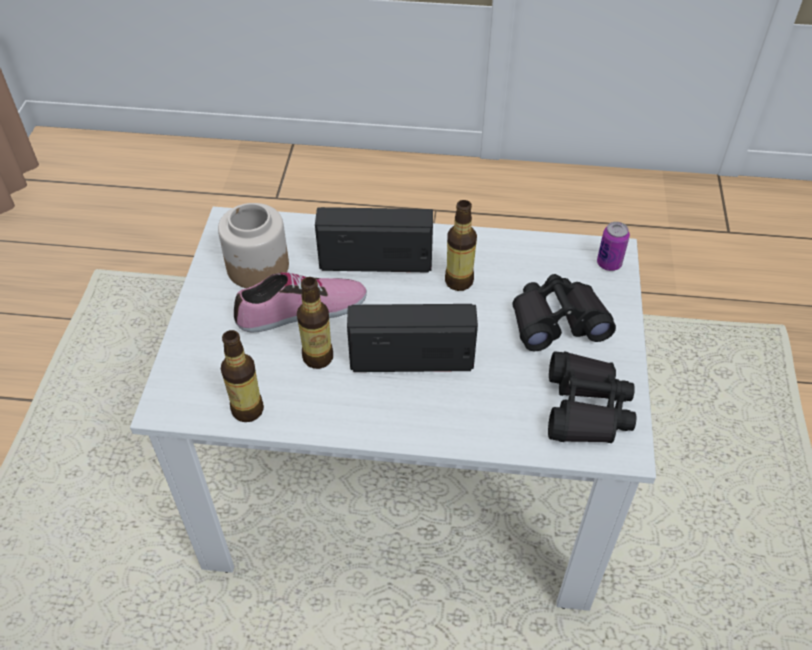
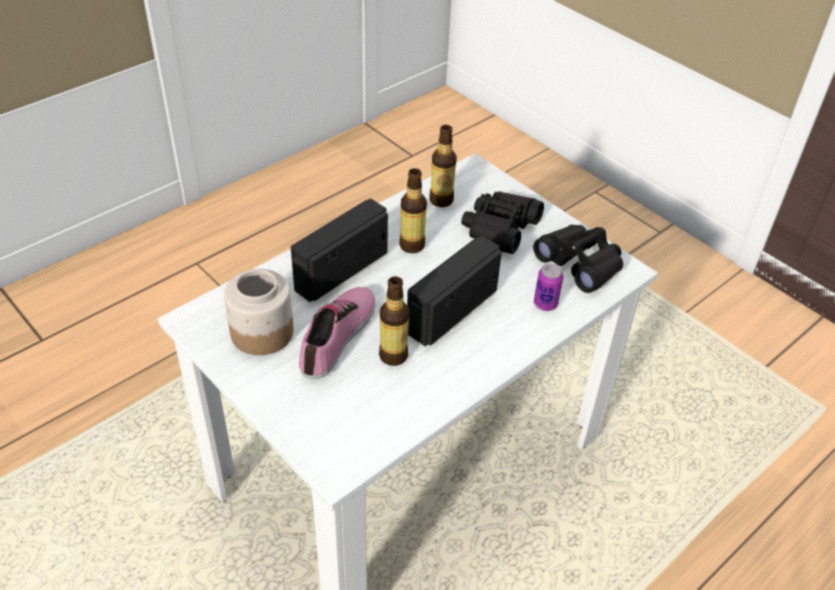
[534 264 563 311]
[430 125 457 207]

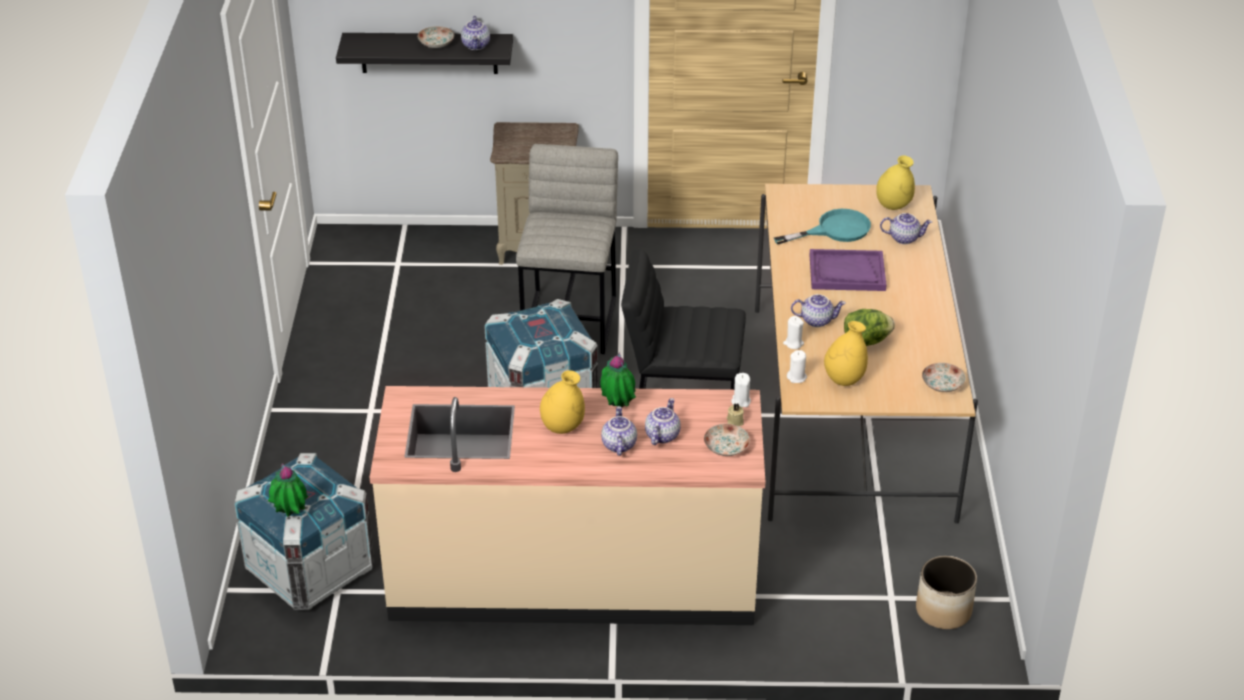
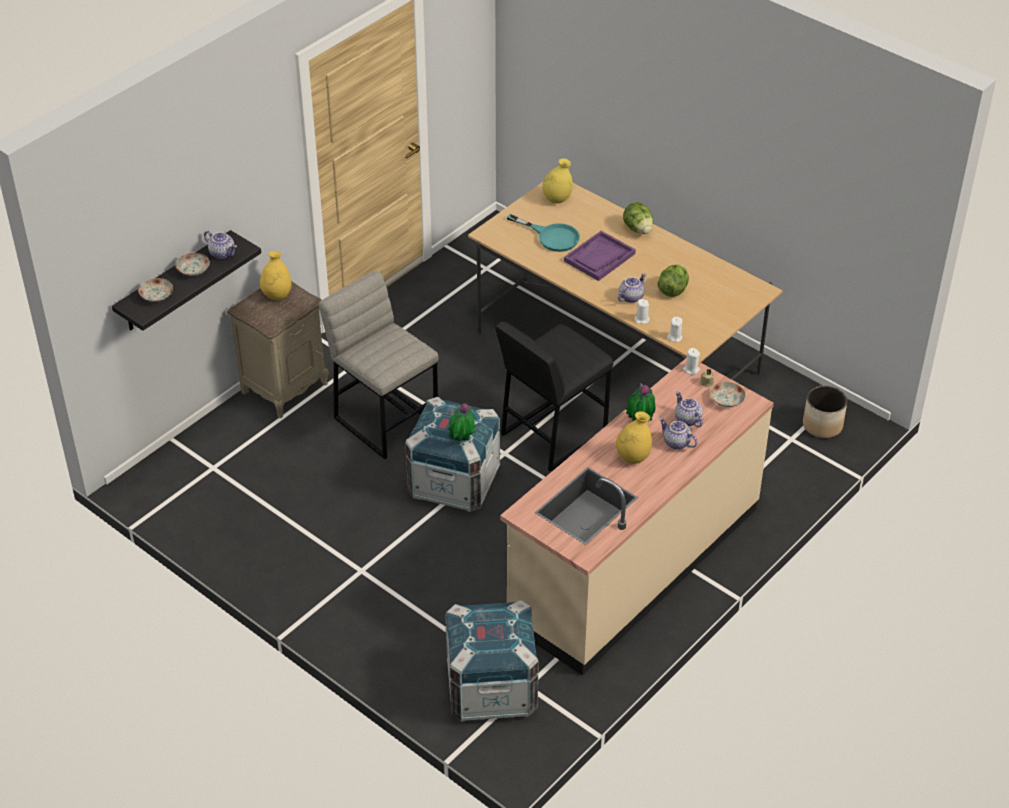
[507 214 580 252]
[880 213 932 244] (first image)
[259 251 292 300]
[138 278 173 302]
[448 403 477 442]
[623 202 653 234]

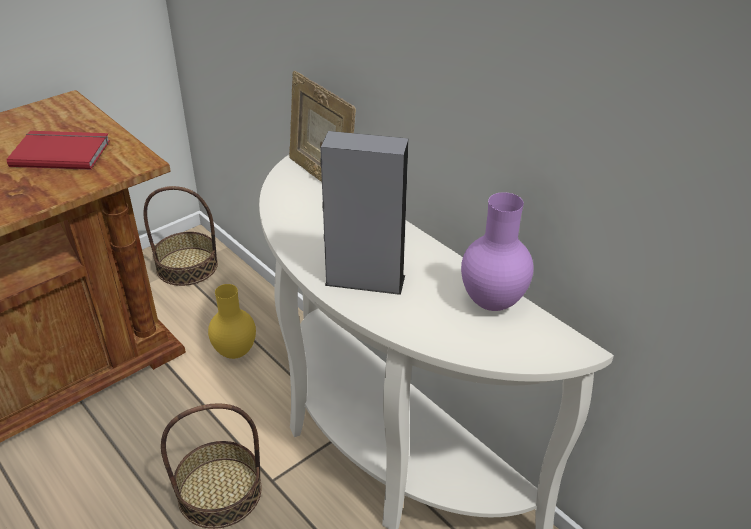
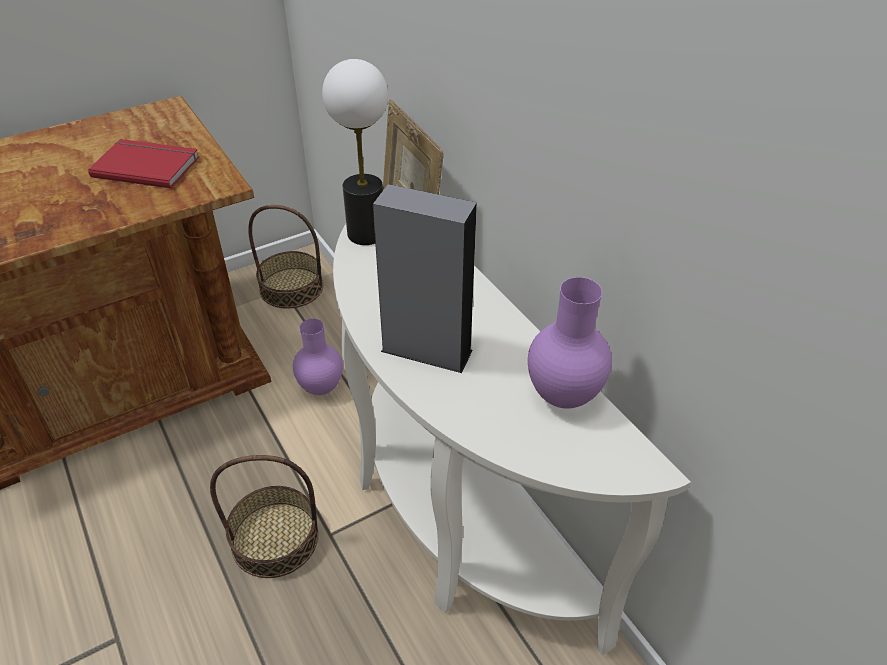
[293 318 343 395]
[322 59 388 245]

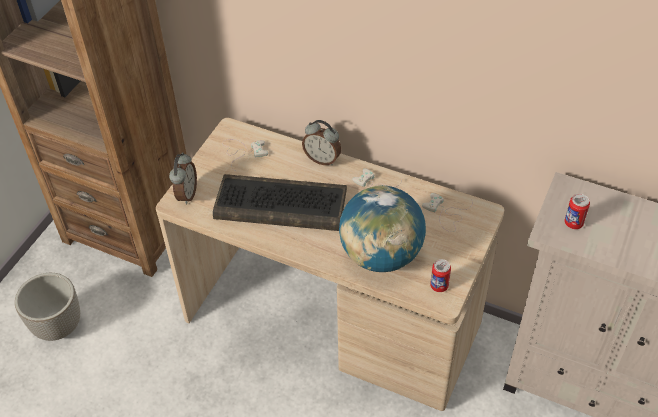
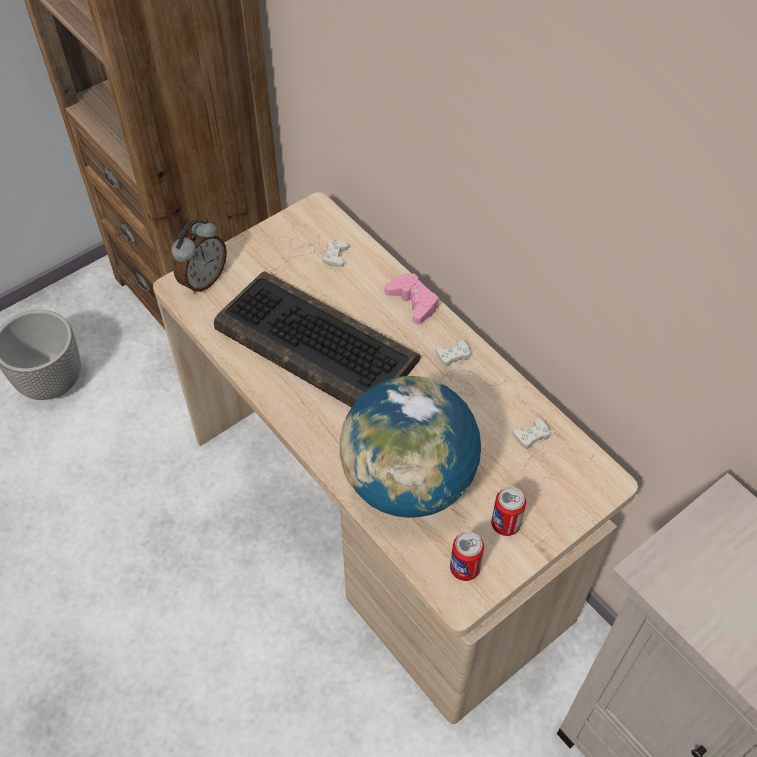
[385 273 439 324]
[491 487 526 536]

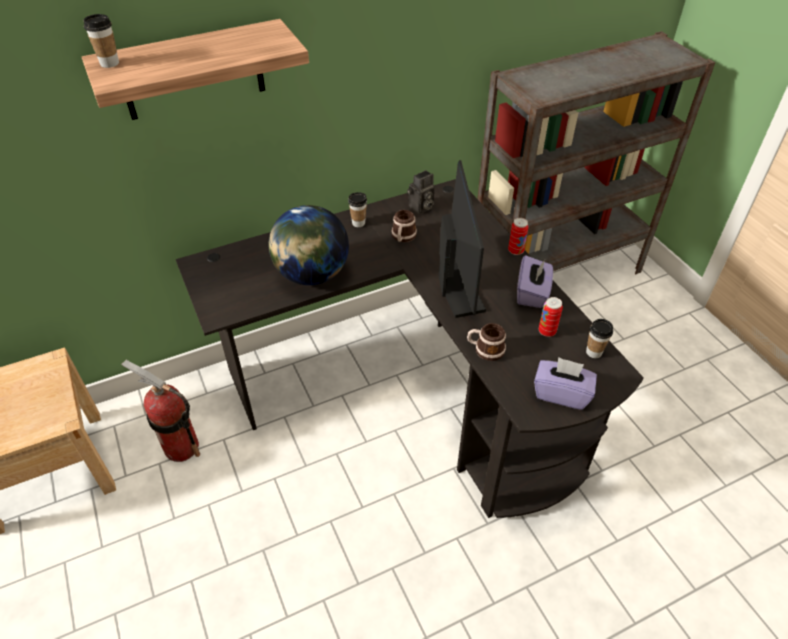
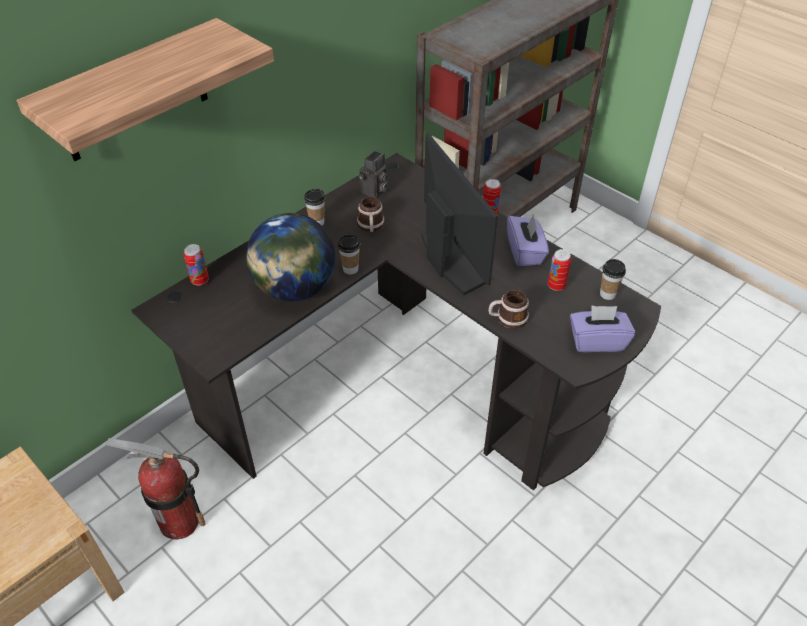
[338 235 360 275]
[184 244 209 285]

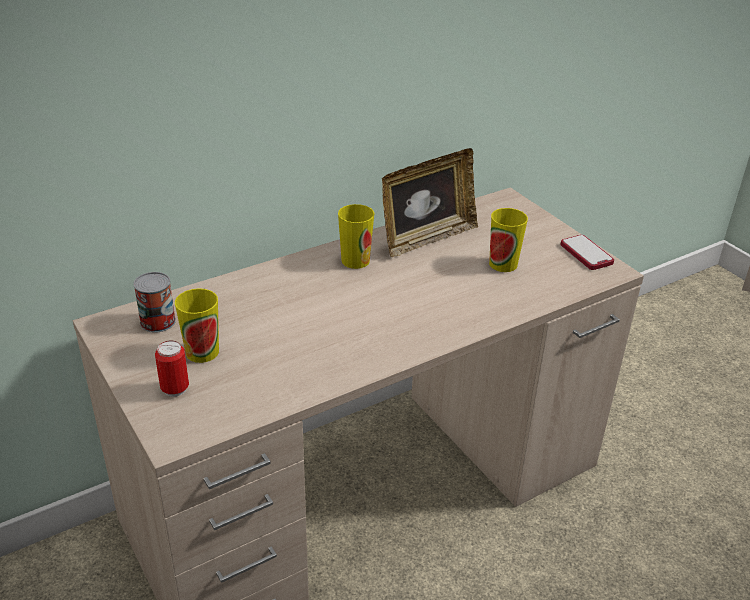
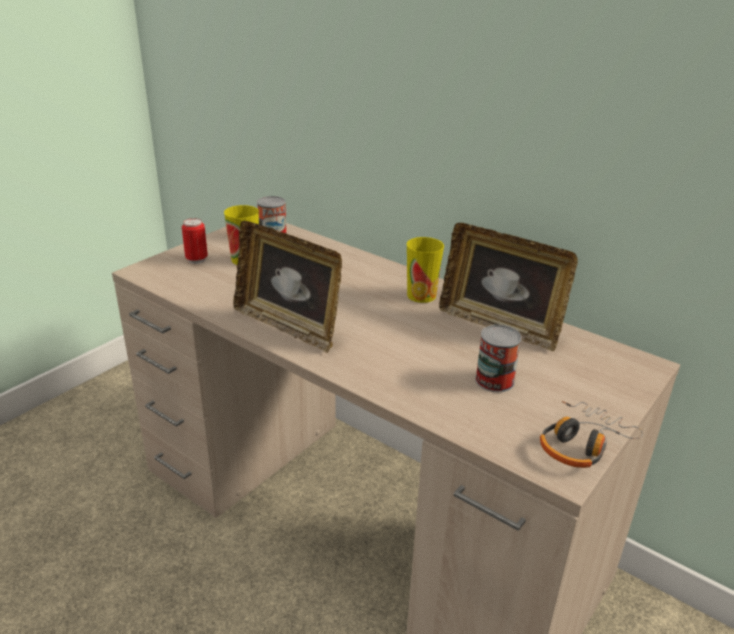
[475 325 522 392]
[540 401 643 468]
[233 221 342 353]

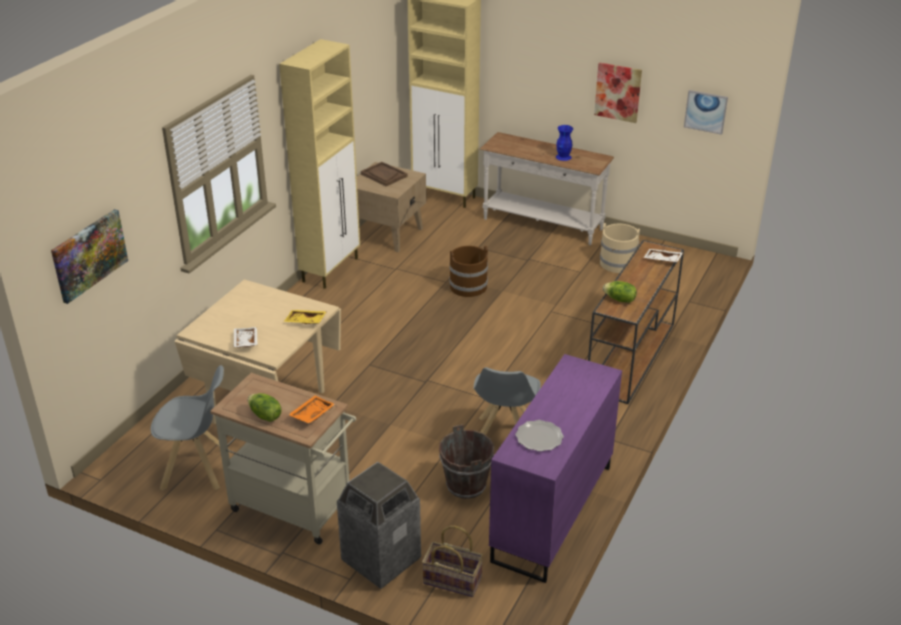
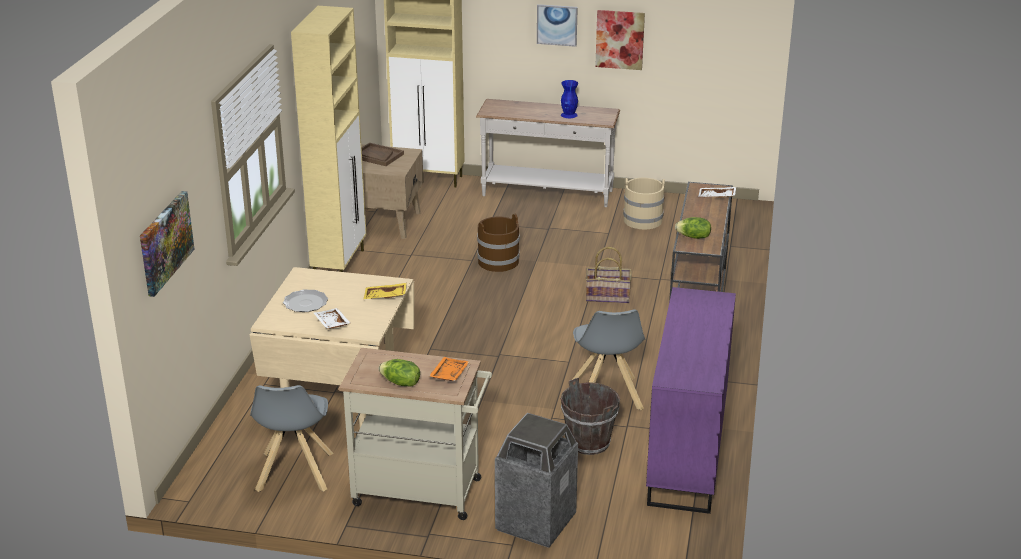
[537 4 578 47]
[250 385 334 492]
[283 289 328 312]
[586 247 631 303]

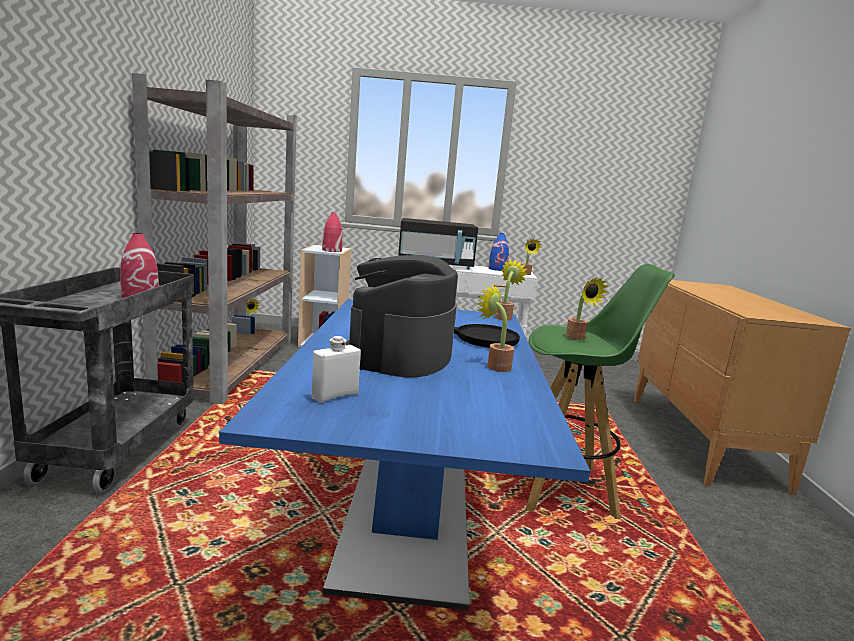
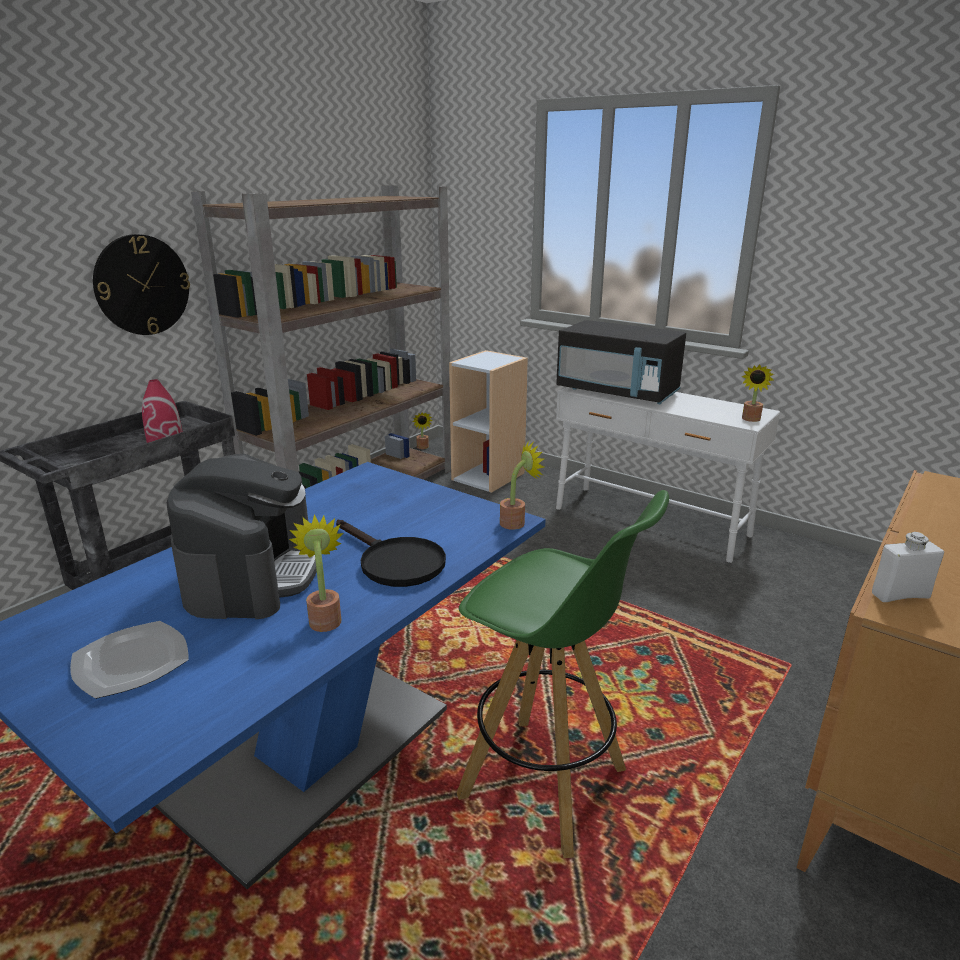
[322 213 343 252] (first image)
[488 233 509 271] (first image)
[167 454 317 619]
[566 277 608 340] (first image)
[872 532 944 602]
[93 234 190 335]
[70 621 189 699]

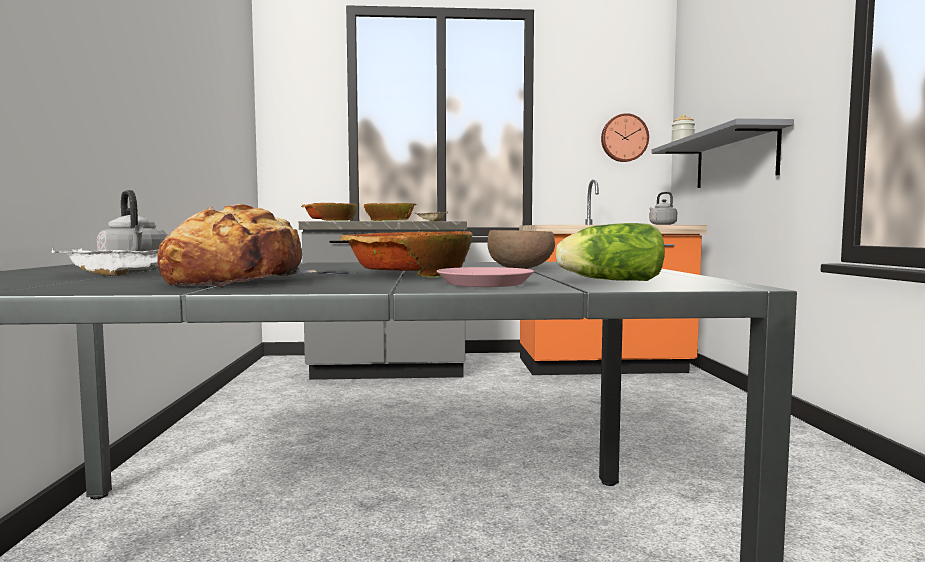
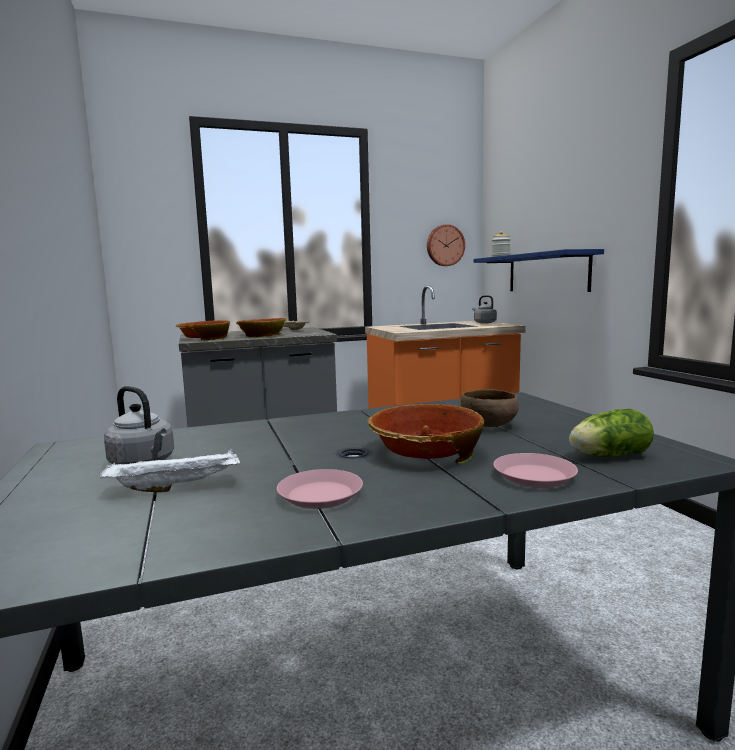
[474 249 604 292]
[277 469 363 509]

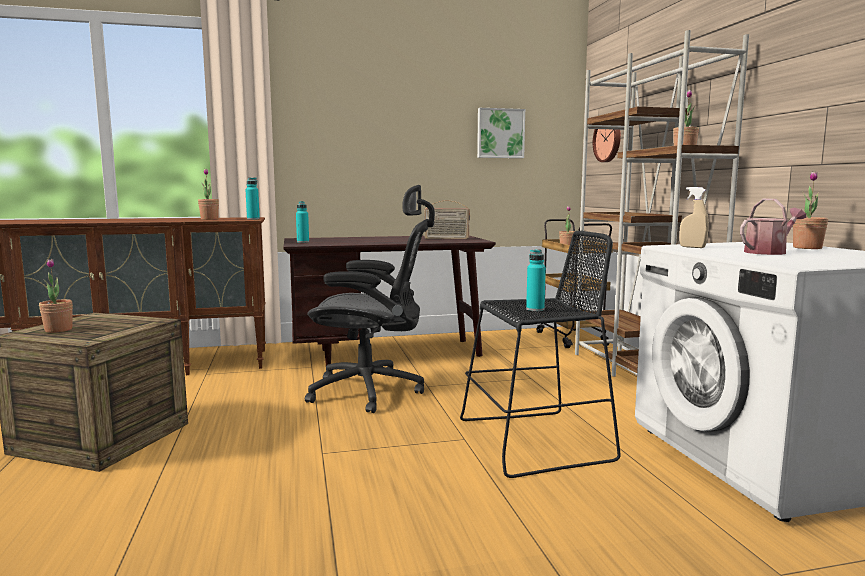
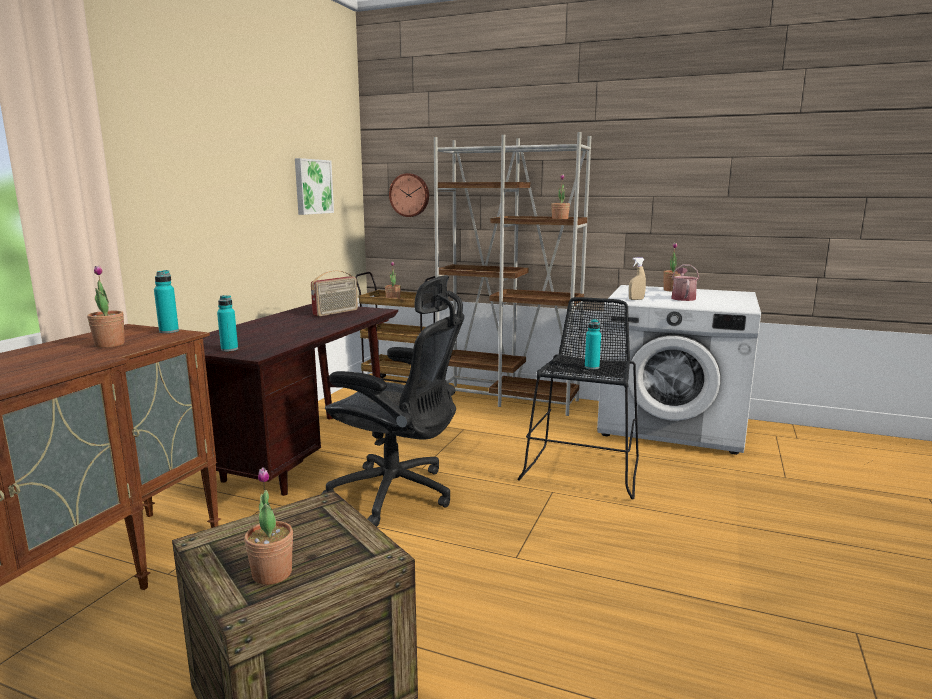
[322 275 464 527]

